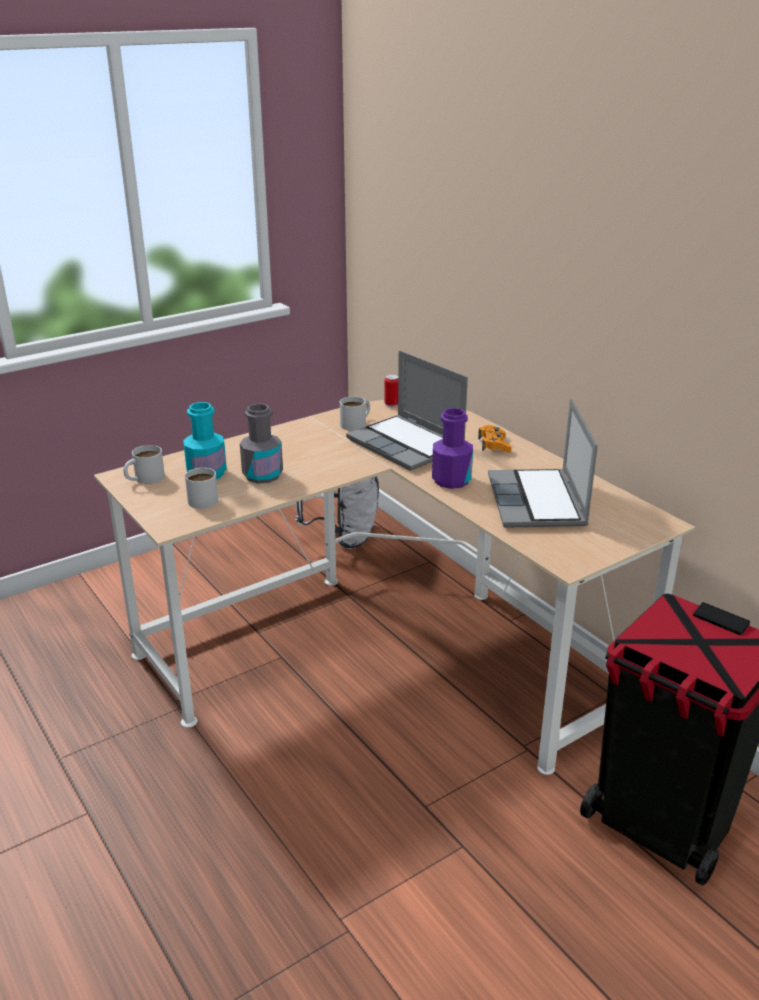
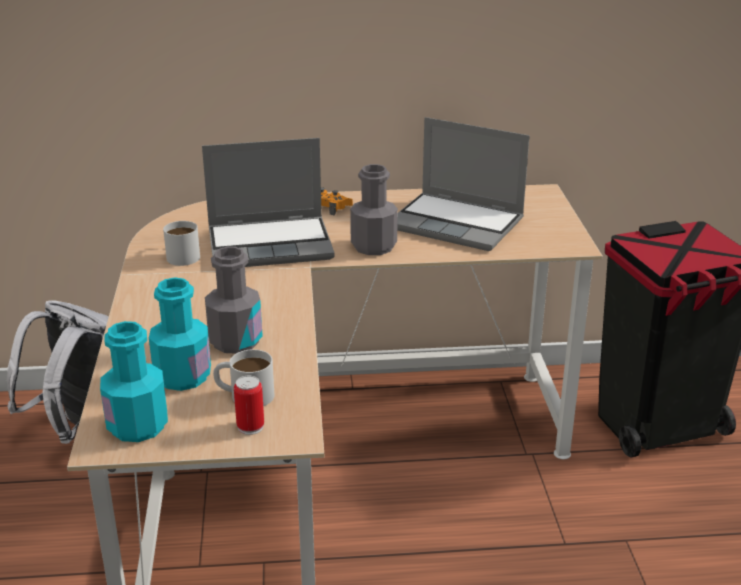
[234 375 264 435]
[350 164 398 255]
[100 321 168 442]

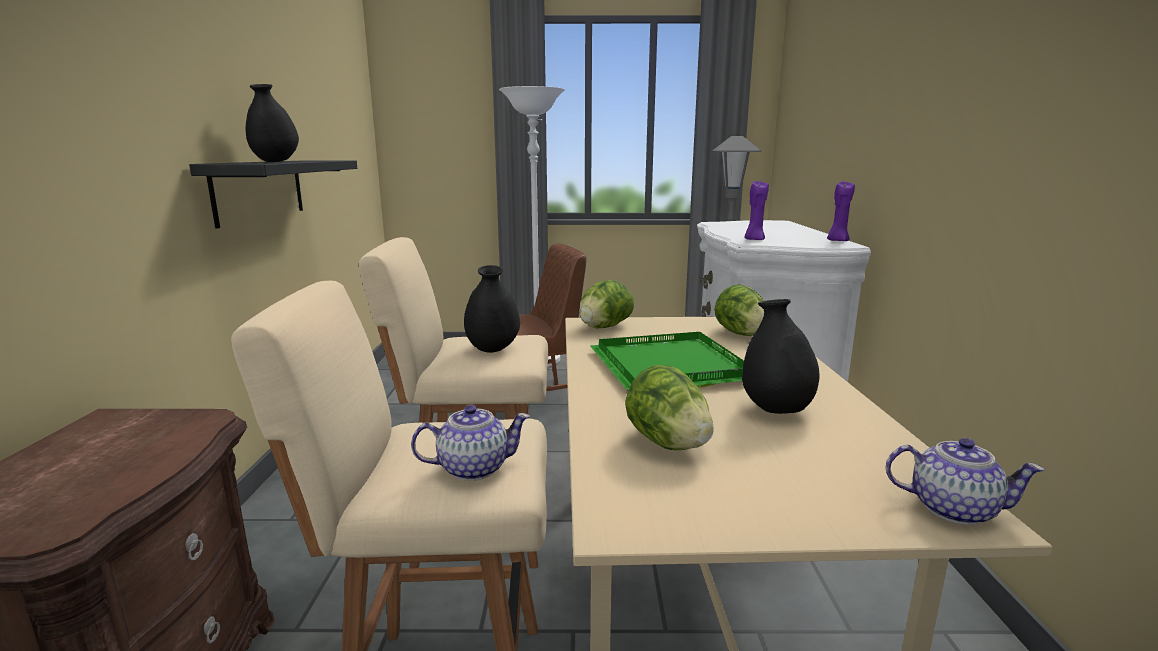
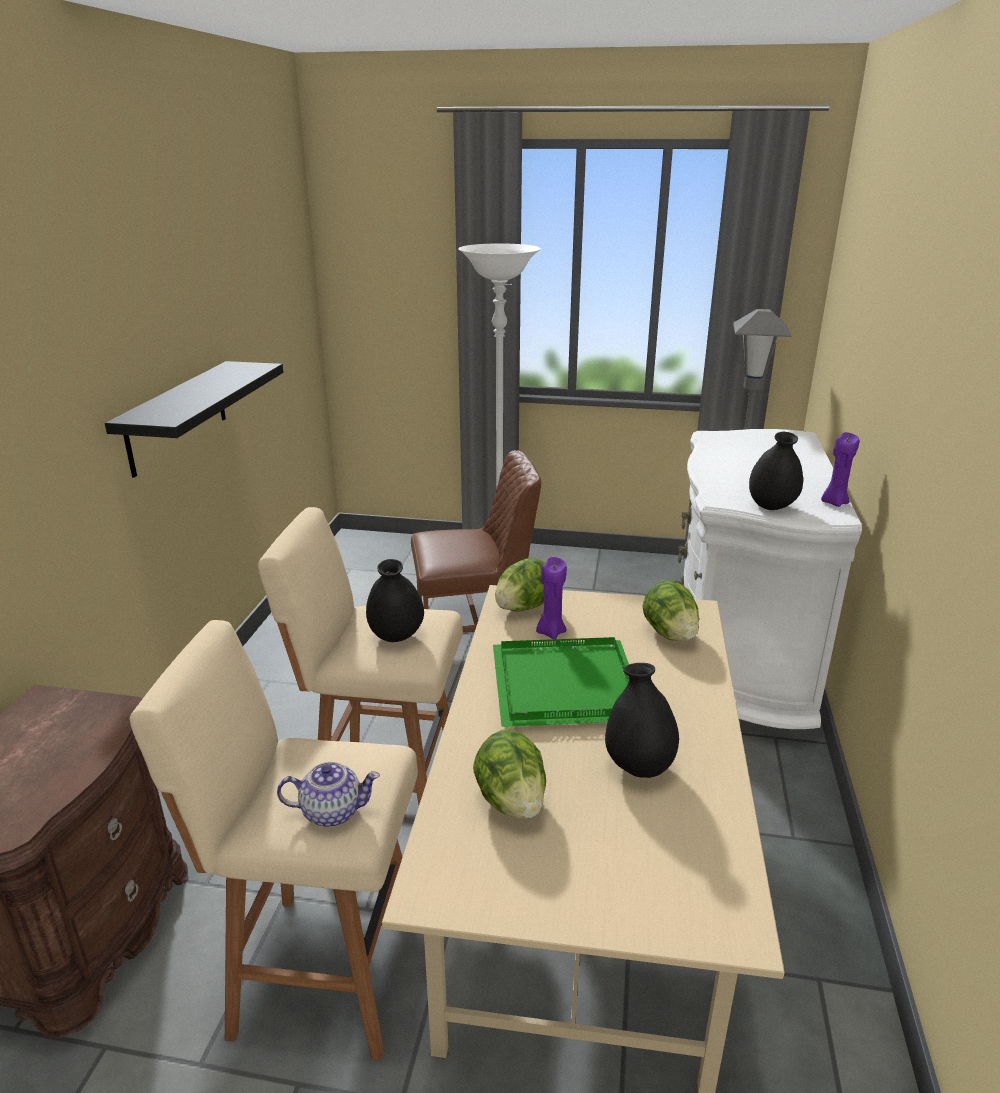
[749 432 803 510]
[536 557 567 639]
[886 438 1045 525] (first image)

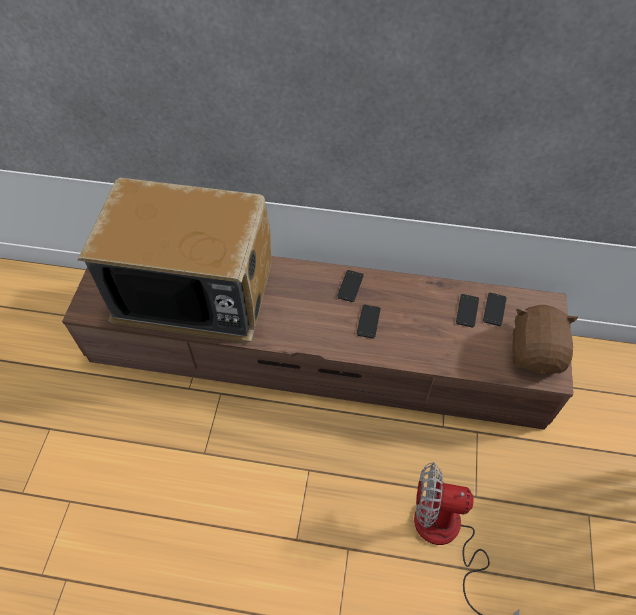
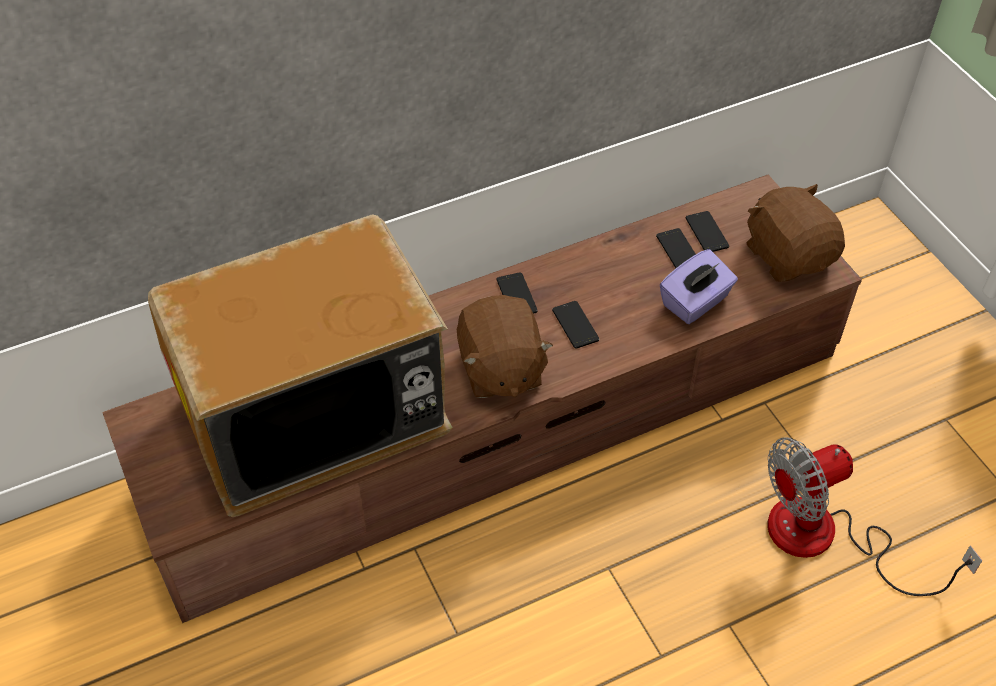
[660 249 738 324]
[457 295 553 398]

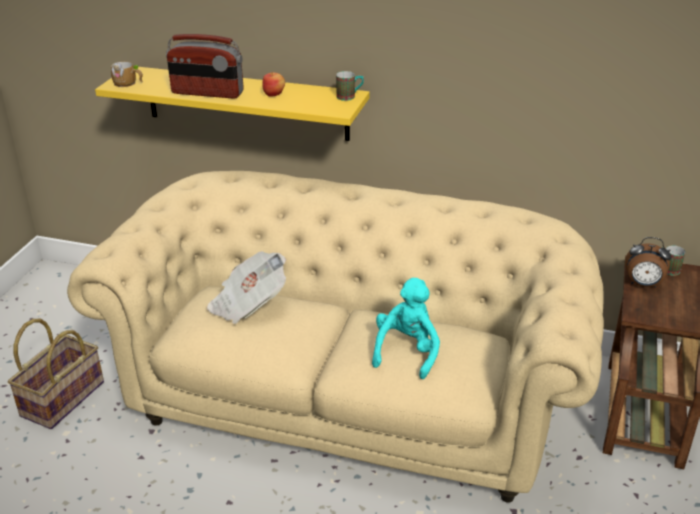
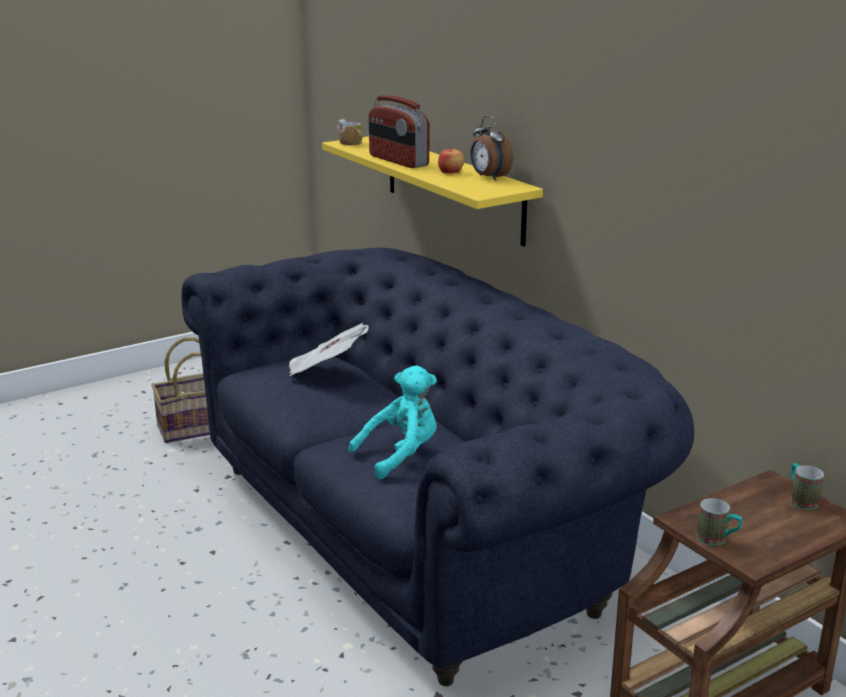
[696 498 742 546]
[182 248 694 686]
[470 116 513 180]

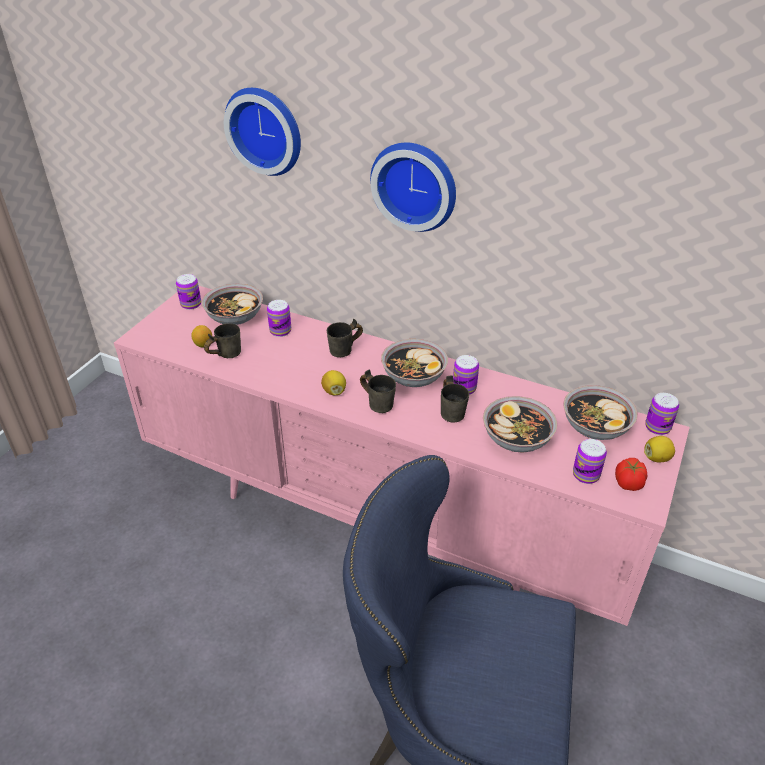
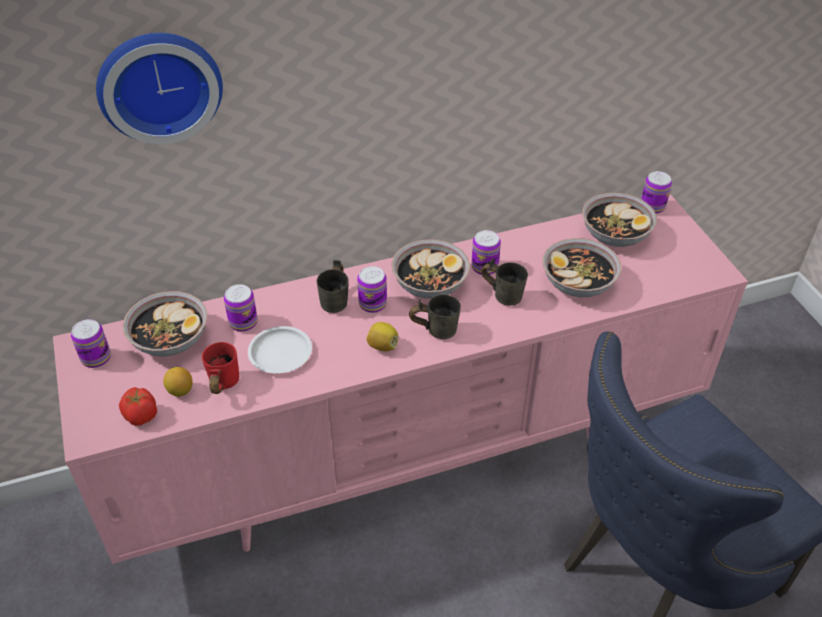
[370 143 456 232] (first image)
[202 342 239 394]
[644 436 675 462] (first image)
[357 266 387 313]
[119 387 157 426]
[248 326 312 374]

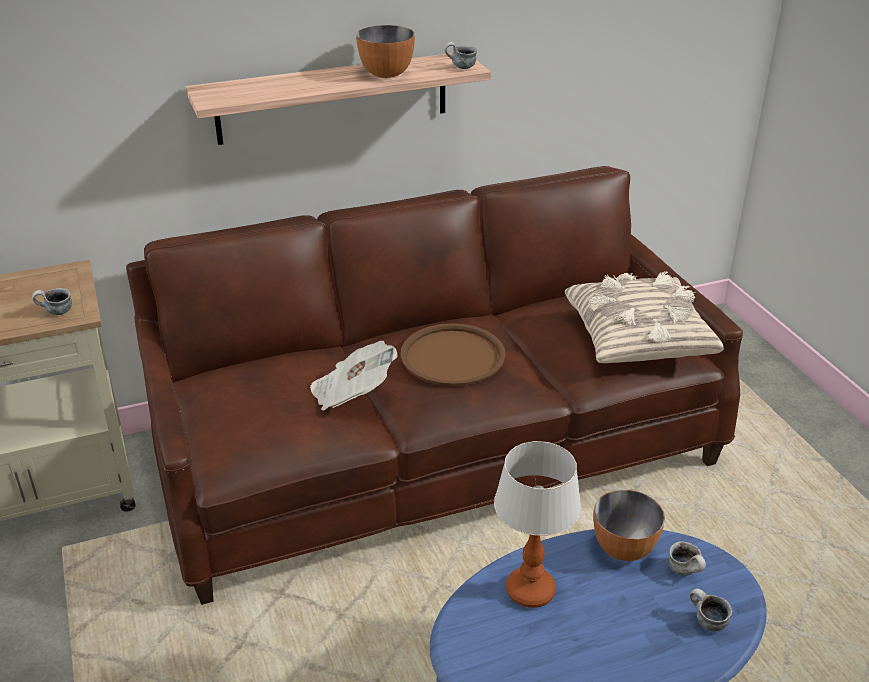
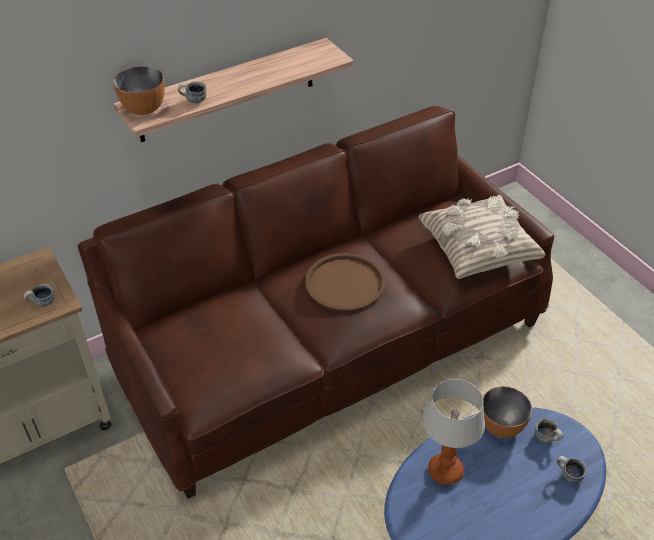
[113 66 165 115]
[178 81 206 103]
[310 341 397 411] (first image)

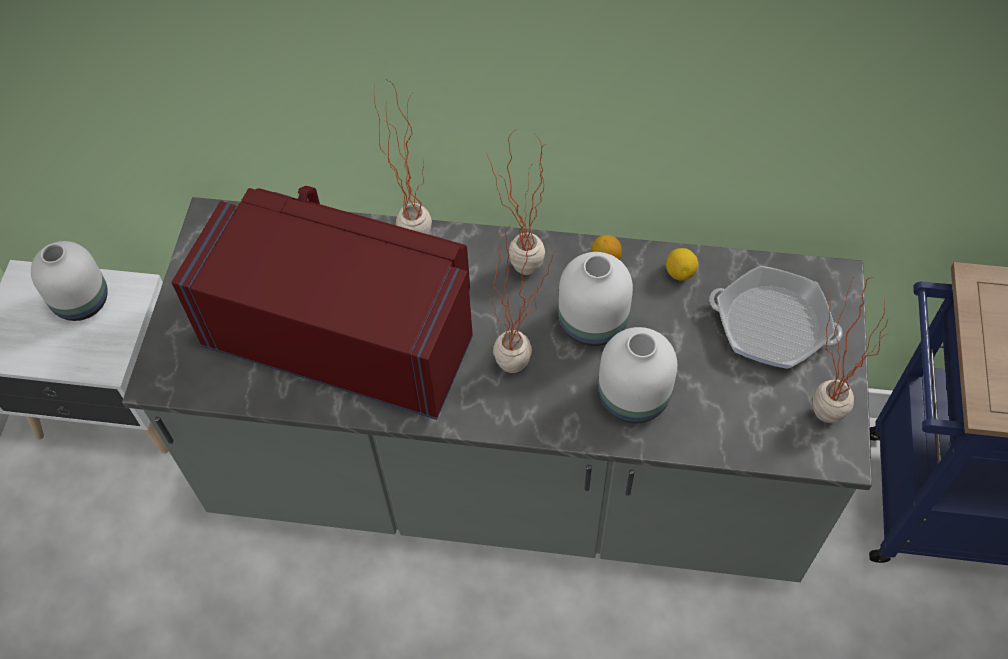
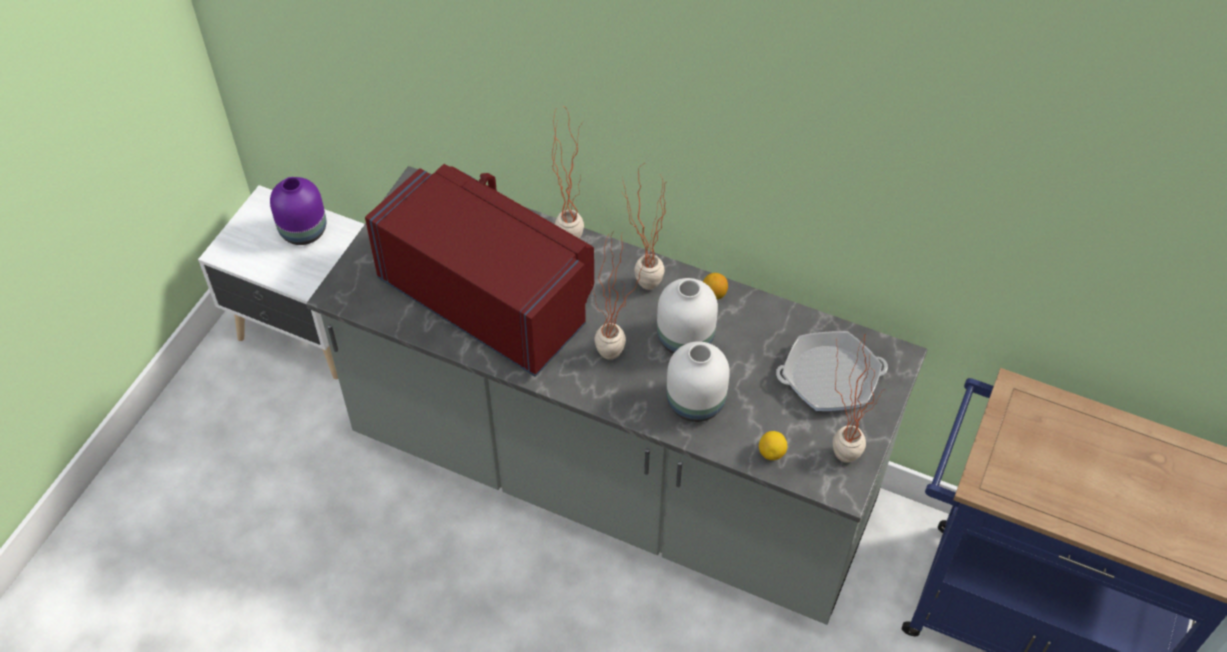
[270 177 326 245]
[759 431 787 460]
[776 331 888 411]

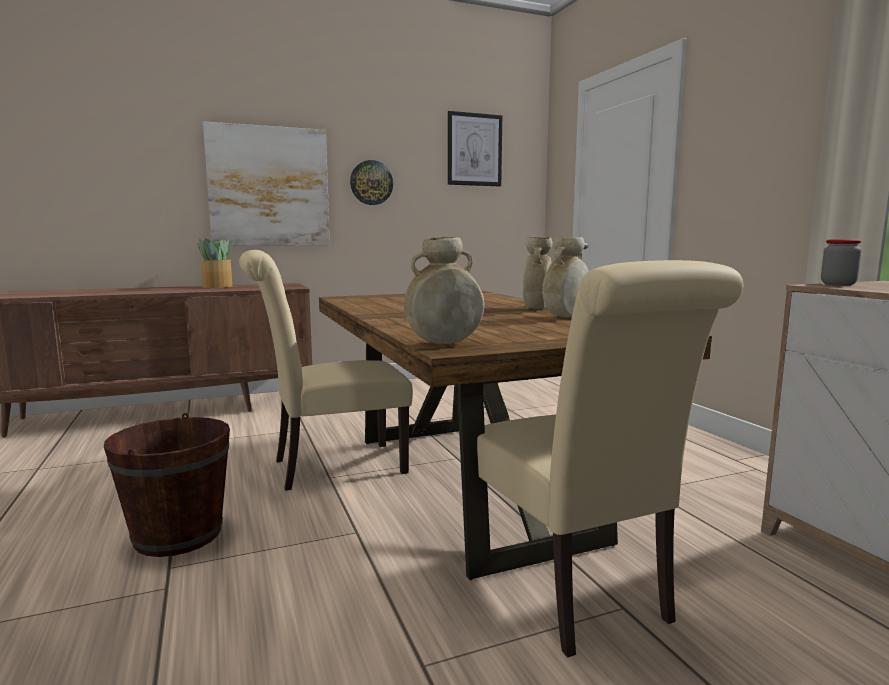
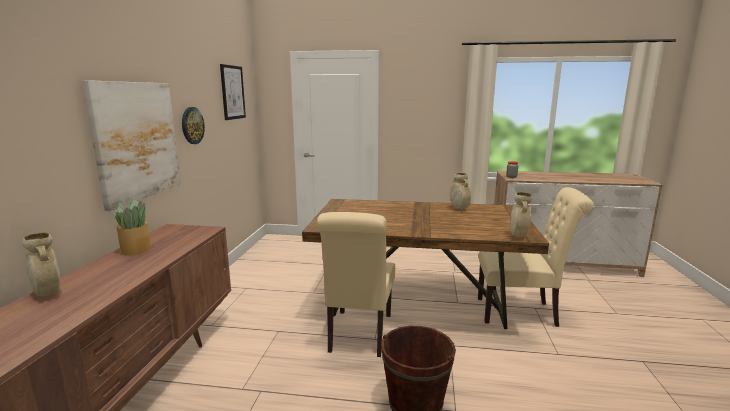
[22 232 60 296]

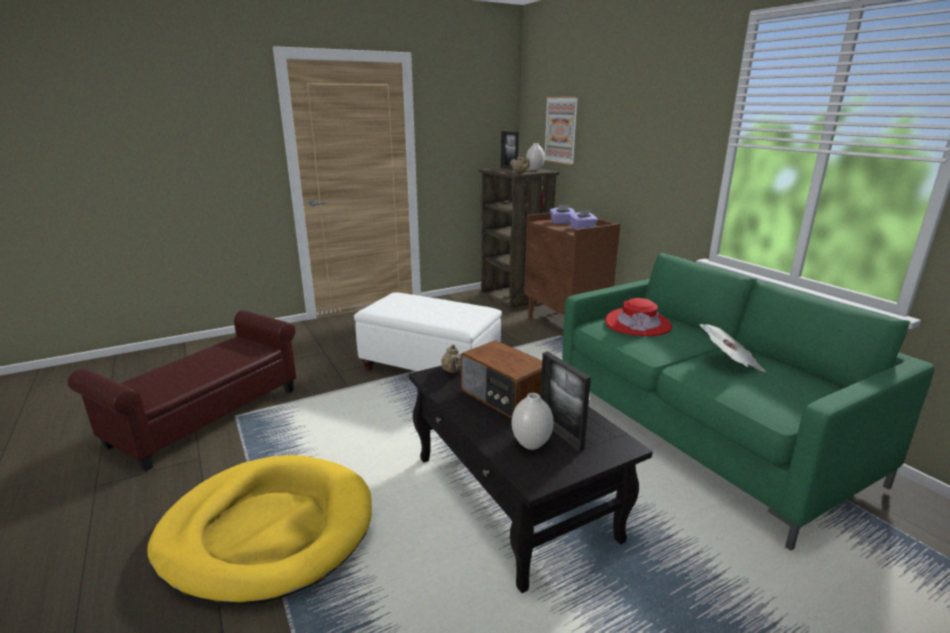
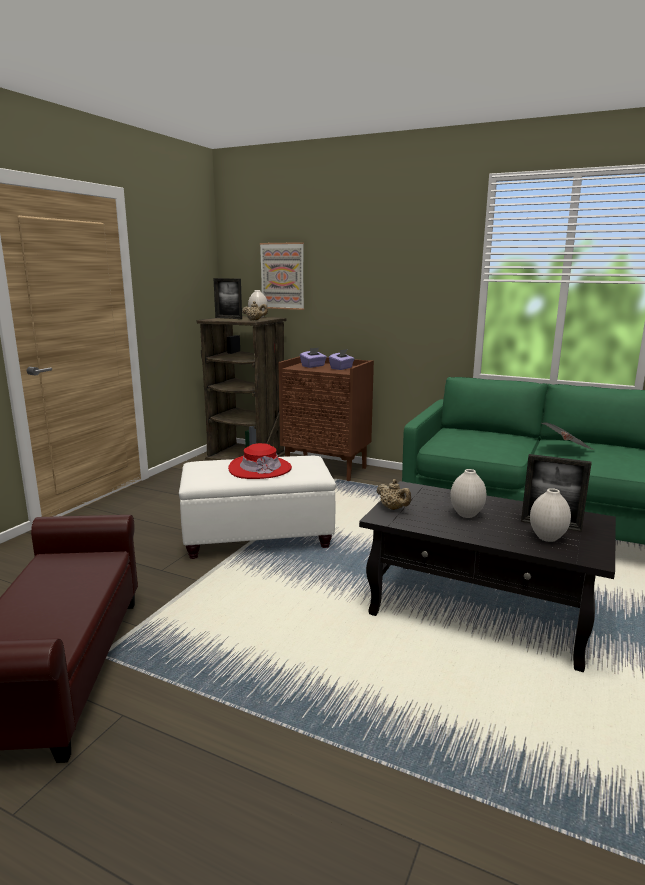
[228 443 292 479]
[450 469 486 518]
[147 455 372 606] (first image)

